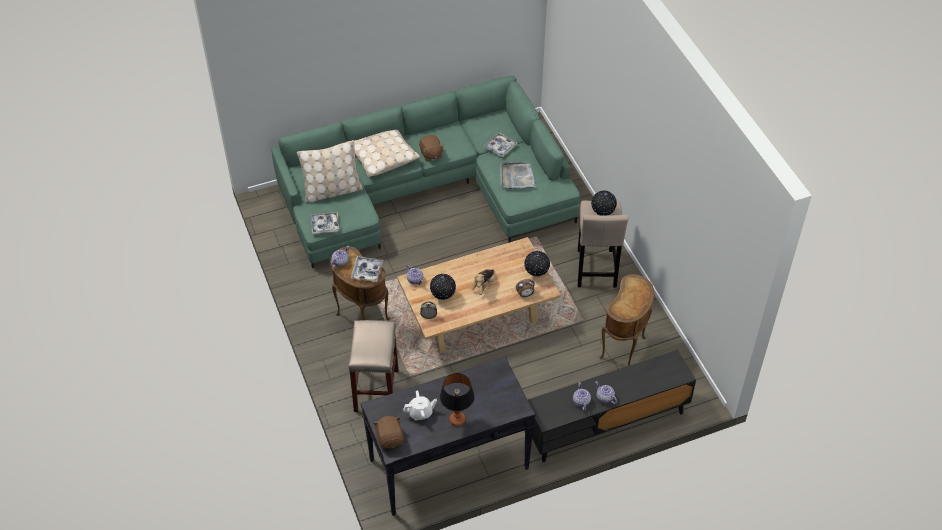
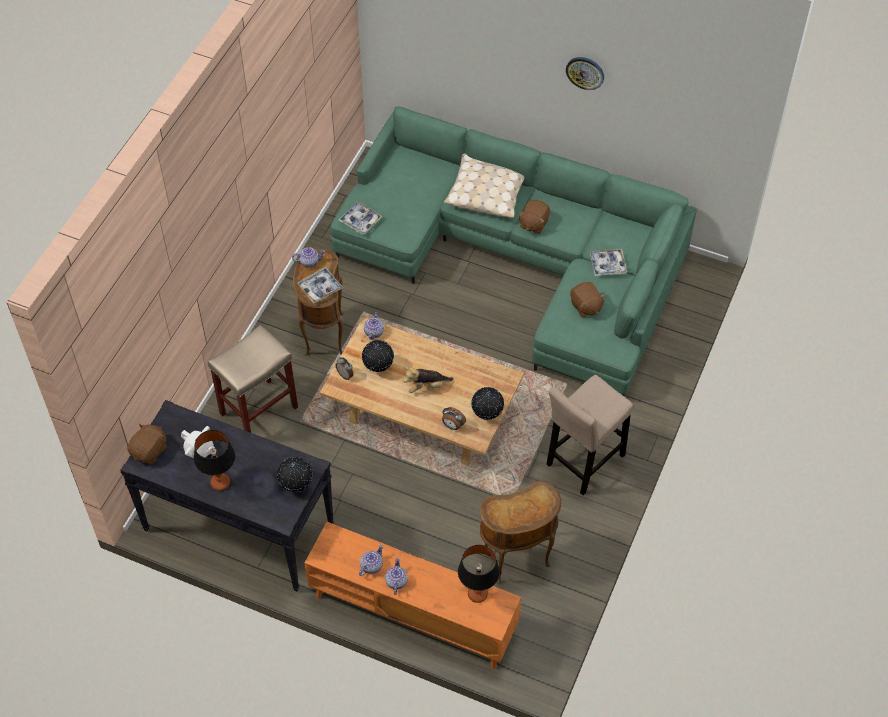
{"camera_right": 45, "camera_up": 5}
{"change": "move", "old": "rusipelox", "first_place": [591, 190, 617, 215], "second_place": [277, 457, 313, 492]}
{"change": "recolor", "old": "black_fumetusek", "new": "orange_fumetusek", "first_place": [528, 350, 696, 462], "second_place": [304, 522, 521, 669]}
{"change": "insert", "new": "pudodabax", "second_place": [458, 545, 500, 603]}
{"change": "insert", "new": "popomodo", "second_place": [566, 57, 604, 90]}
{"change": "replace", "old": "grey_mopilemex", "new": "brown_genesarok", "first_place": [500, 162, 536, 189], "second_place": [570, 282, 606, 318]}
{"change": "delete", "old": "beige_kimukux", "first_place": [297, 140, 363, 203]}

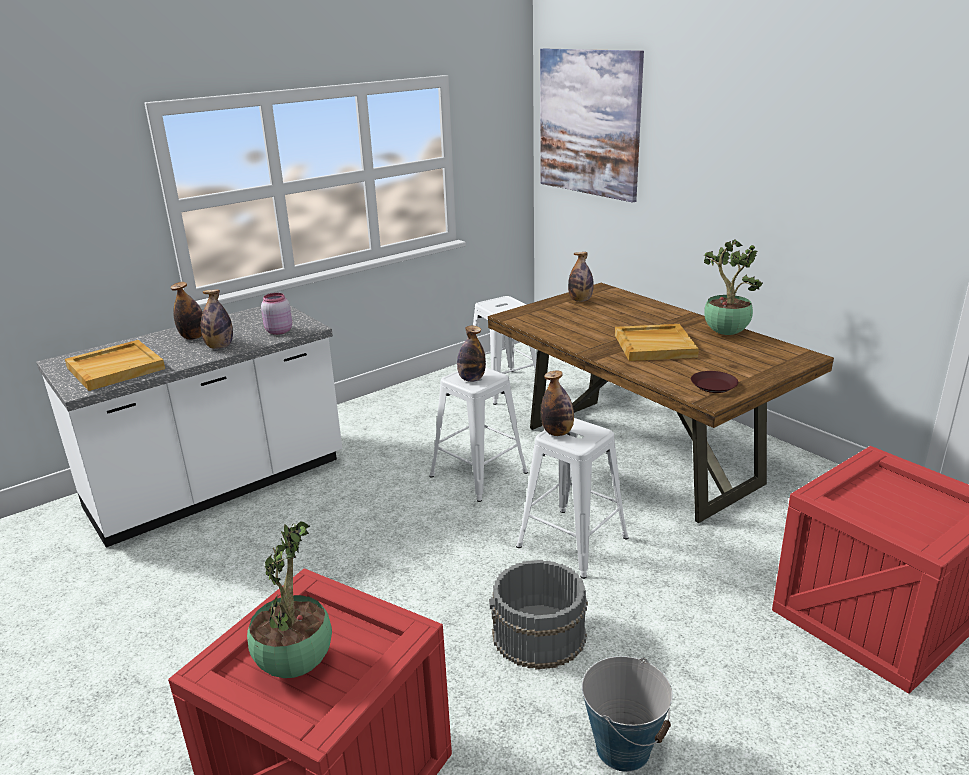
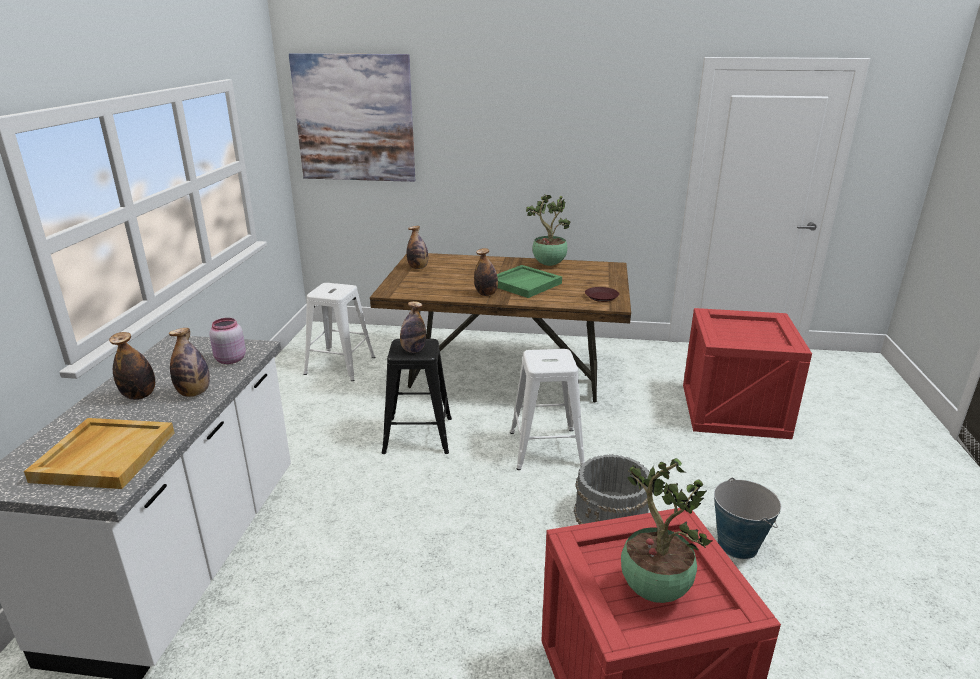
{"camera_right": -45, "camera_up": 0}
{"change": "recolor", "old": "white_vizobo", "new": "black_vizobo", "first_place": [429, 367, 528, 502], "second_place": [382, 339, 452, 454]}
{"change": "move", "old": "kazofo", "first_place": [541, 371, 574, 436], "second_place": [474, 248, 498, 296]}
{"change": "recolor", "old": "beige_mopilemex", "new": "green_mopilemex", "first_place": [615, 324, 699, 361], "second_place": [497, 265, 562, 298]}

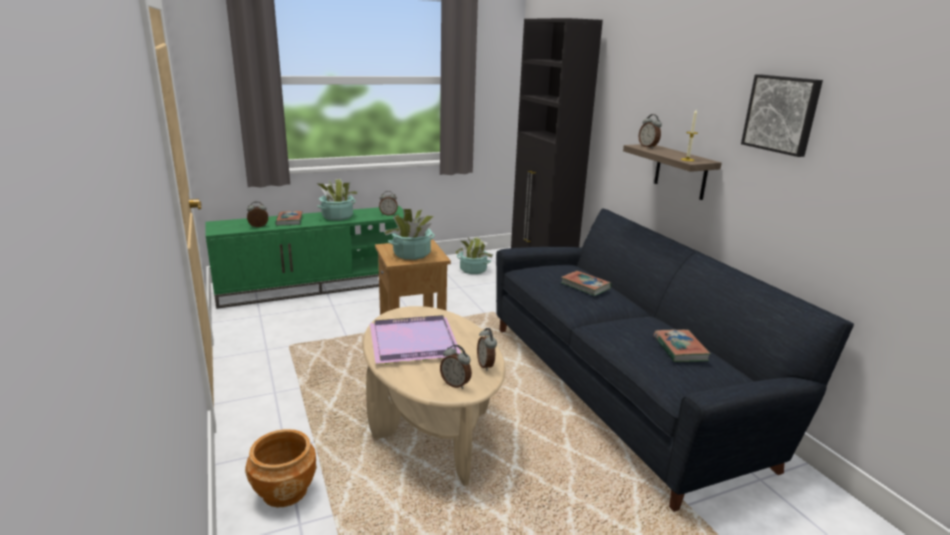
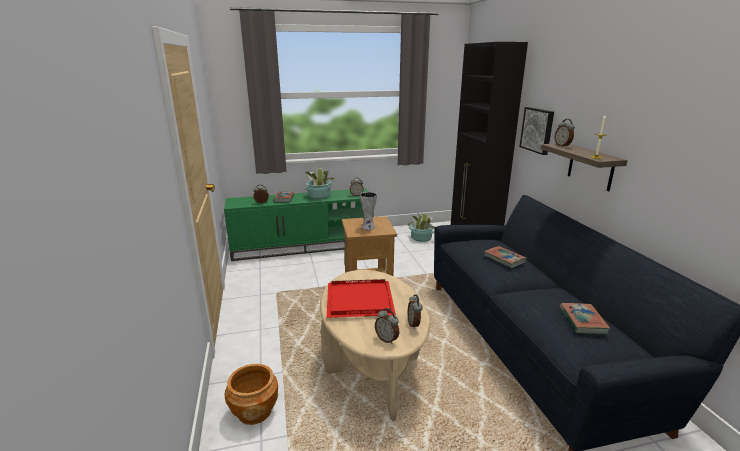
{"camera_right": 10, "camera_up": 0}
{"change": "recolor", "old": "purple_mopilemex", "new": "red_mopilemex", "first_place": [370, 315, 461, 364], "second_place": [327, 279, 396, 318]}
{"change": "replace", "old": "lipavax", "new": "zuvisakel", "first_place": [384, 209, 435, 260], "second_place": [360, 192, 377, 230]}
{"change": "move", "old": "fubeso", "first_place": [741, 74, 823, 157], "second_place": [519, 107, 554, 155]}

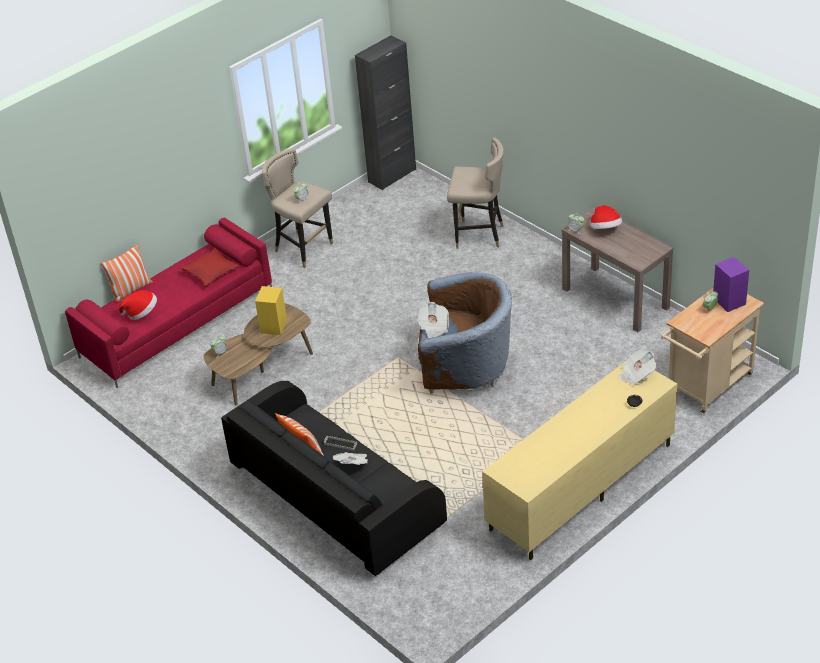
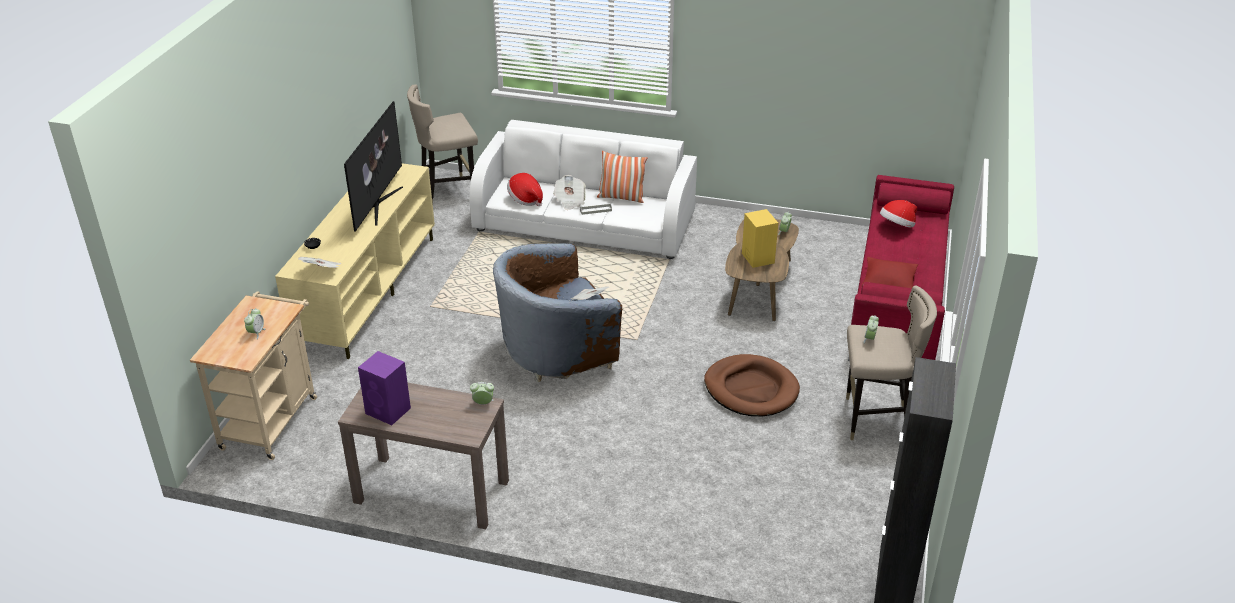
{"camera_right": 145, "camera_up": -5}
{"change": "insert", "new": "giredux", "second_place": [344, 101, 403, 232]}
{"change": "move", "old": "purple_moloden", "first_place": [713, 257, 749, 312], "second_place": [358, 351, 411, 425]}
{"change": "move", "old": "beige_vizobo", "first_place": [447, 137, 504, 249], "second_place": [407, 84, 478, 203]}
{"change": "recolor", "old": "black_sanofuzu", "new": "white_sanofuzu", "first_place": [221, 381, 447, 576], "second_place": [470, 120, 697, 259]}
{"change": "move", "old": "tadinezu", "first_place": [591, 205, 622, 229], "second_place": [507, 173, 543, 206]}
{"change": "insert", "new": "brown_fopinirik", "second_place": [704, 354, 800, 416]}
{"change": "delete", "old": "kimukux", "first_place": [101, 244, 153, 303]}

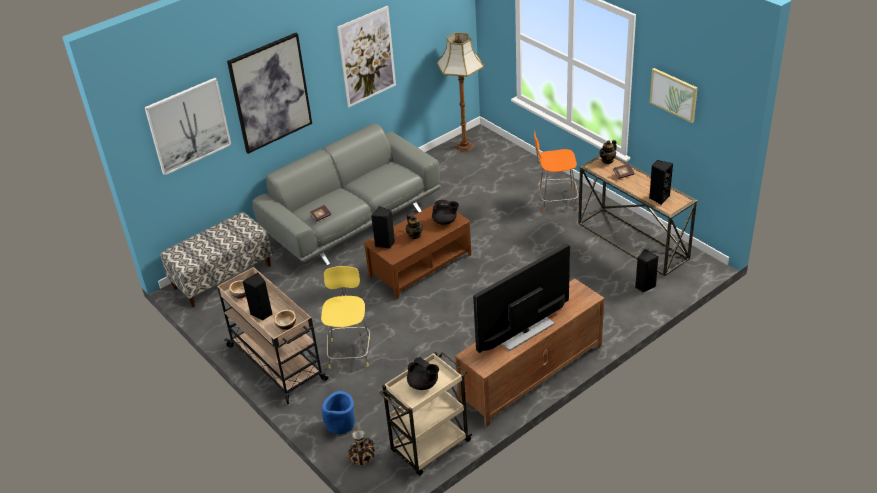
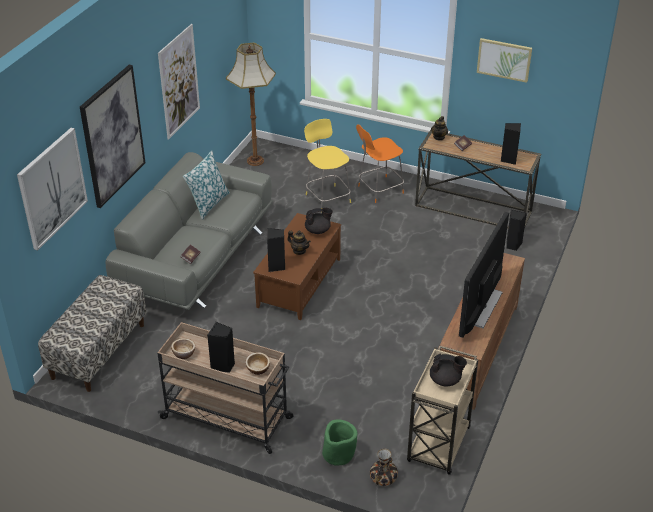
{"camera_right": -30, "camera_up": 0}
{"change": "insert", "new": "kimukux", "second_place": [183, 150, 230, 220]}
{"change": "move", "old": "yellow_vizobo", "first_place": [321, 266, 370, 369], "second_place": [304, 119, 351, 209]}
{"change": "recolor", "old": "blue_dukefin", "new": "green_dukefin", "first_place": [322, 391, 355, 434], "second_place": [322, 419, 357, 466]}

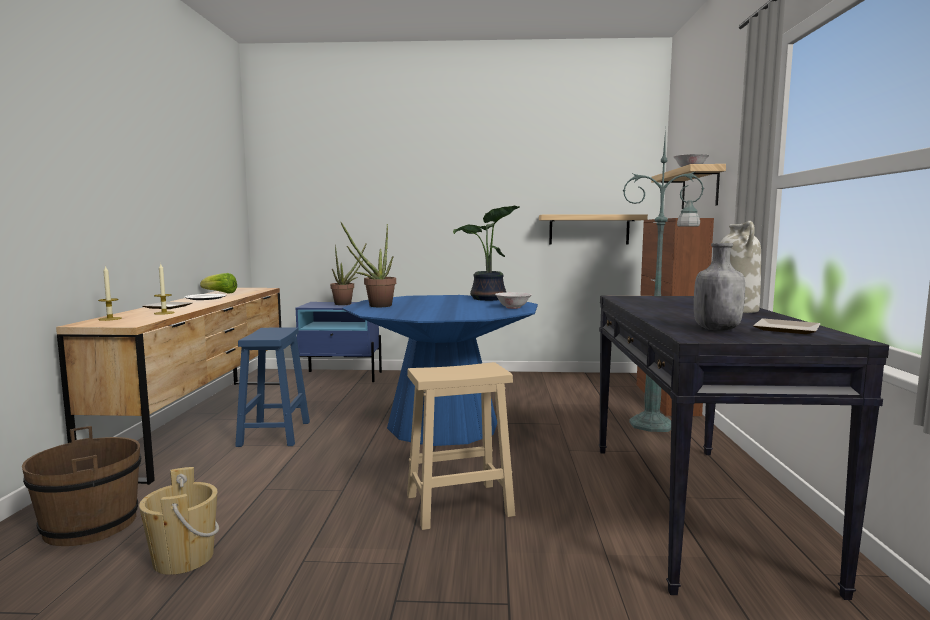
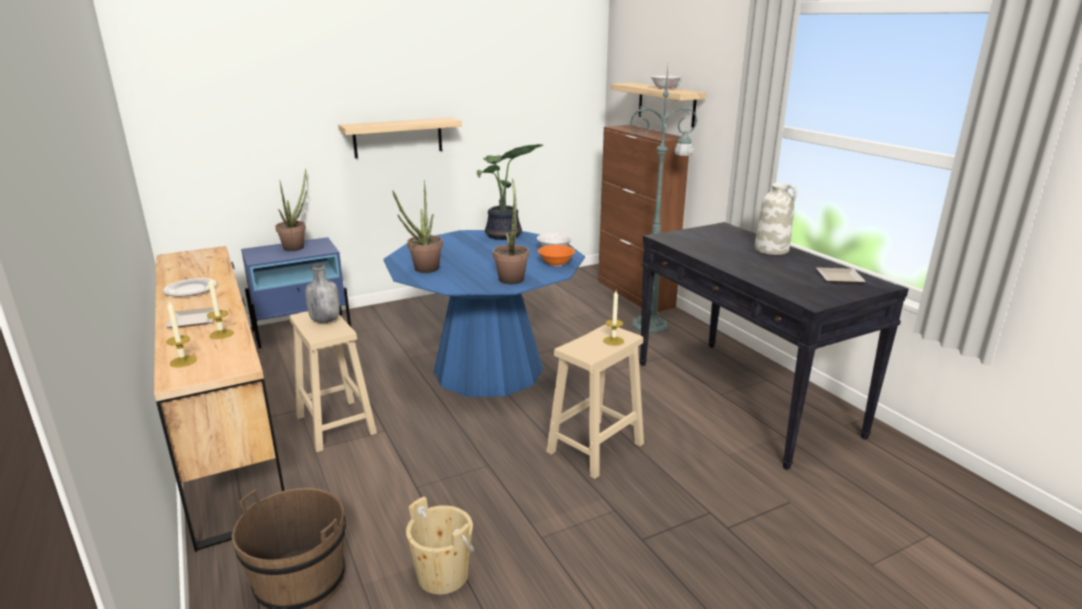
{"camera_right": -30, "camera_up": 15}
{"change": "recolor", "old": "blue_vizobo", "new": "beige_vizobo", "first_place": [235, 327, 310, 447], "second_place": [290, 311, 377, 452]}
{"change": "move", "old": "grey_kazofo", "first_place": [694, 243, 745, 331], "second_place": [305, 264, 340, 323]}
{"change": "move", "old": "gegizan", "first_place": [539, 214, 648, 245], "second_place": [338, 117, 462, 158]}
{"change": "insert", "new": "lipavax", "second_place": [493, 178, 529, 284]}
{"change": "insert", "new": "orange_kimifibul", "second_place": [538, 245, 576, 266]}
{"change": "insert", "new": "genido", "second_place": [603, 291, 624, 346]}
{"change": "delete", "old": "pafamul", "first_place": [200, 273, 237, 293]}

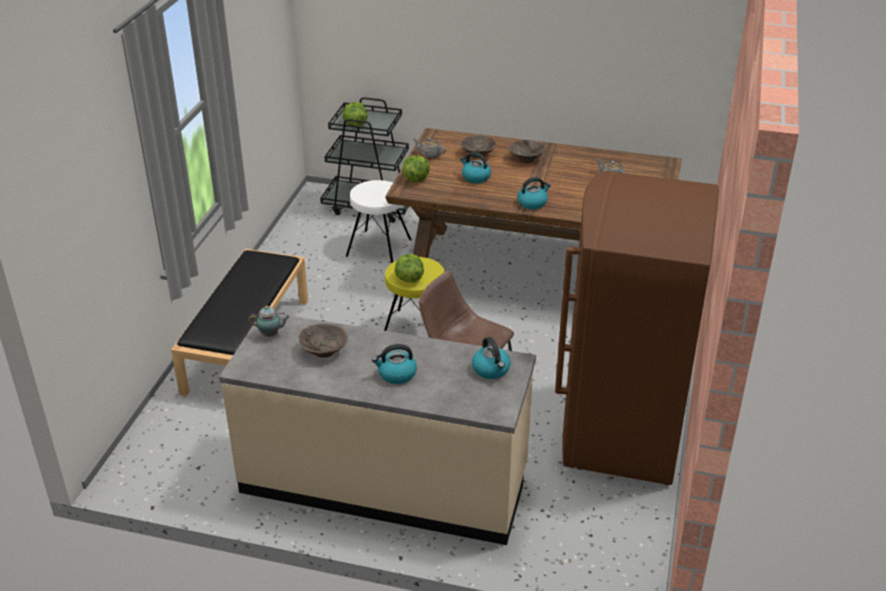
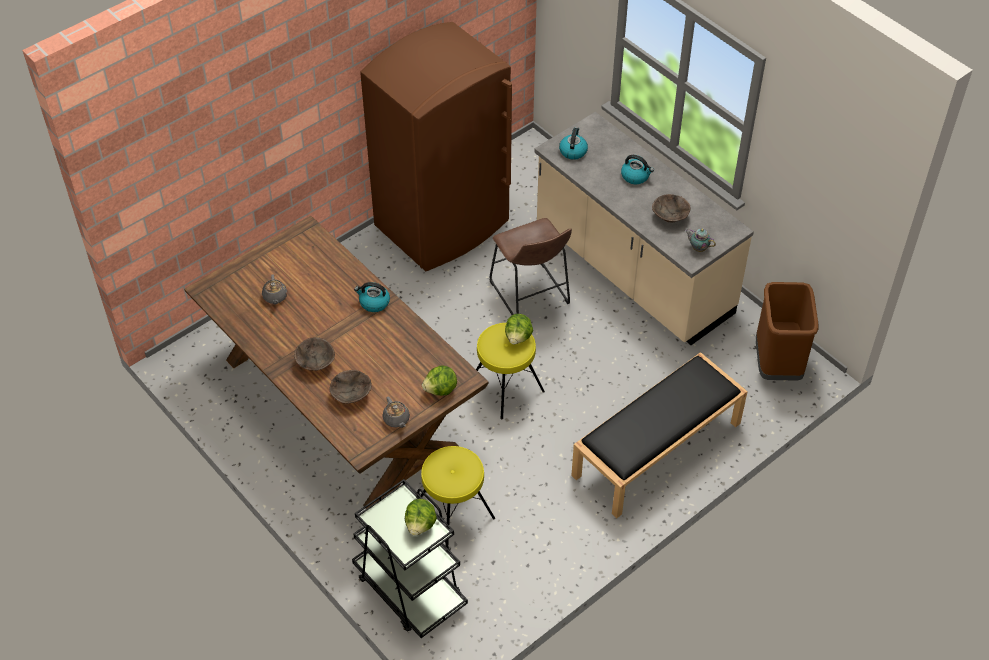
{"camera_right": -145, "camera_up": 15}
{"change": "recolor", "old": "white_vizobo", "new": "yellow_vizobo", "first_place": [346, 180, 411, 263], "second_place": [420, 446, 495, 546]}
{"change": "insert", "new": "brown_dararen", "second_place": [756, 282, 818, 381]}
{"change": "delete", "old": "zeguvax", "first_place": [460, 152, 491, 183]}

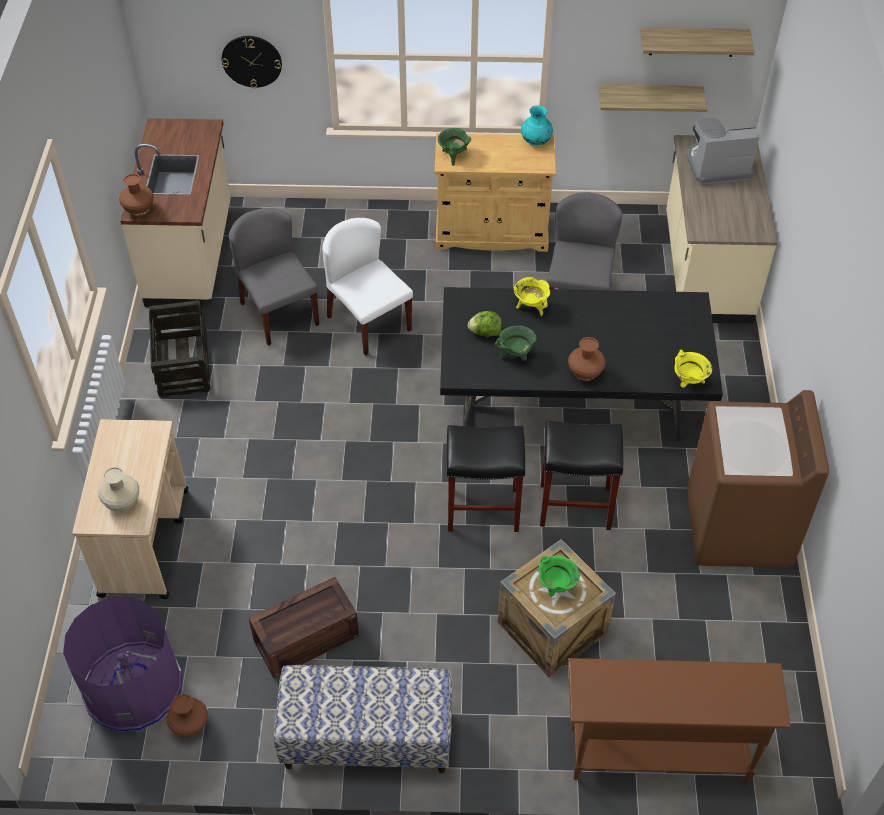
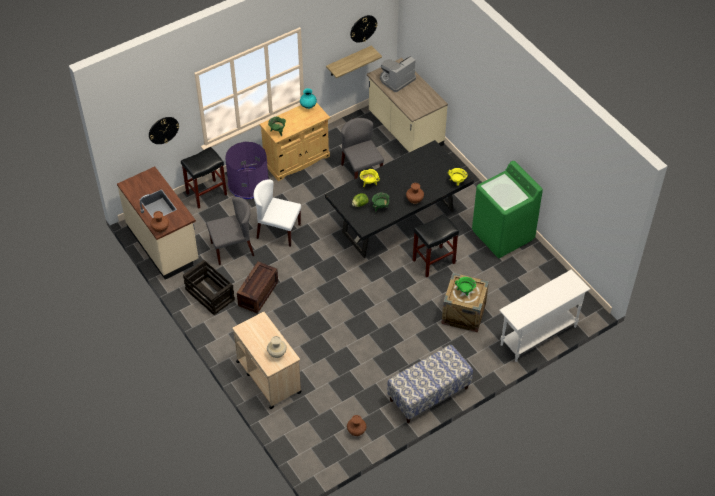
{"camera_right": -35, "camera_up": 0}
{"change": "move", "old": "black_vizobo", "first_place": [447, 425, 525, 532], "second_place": [181, 147, 227, 209]}
{"change": "rotate", "old": "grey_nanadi", "first_place": [229, 208, 319, 346], "second_place": [206, 197, 254, 265], "degrees": 135}
{"change": "move", "old": "purple_dararen", "first_place": [63, 597, 182, 732], "second_place": [225, 142, 269, 199]}
{"change": "move", "old": "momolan", "first_place": [248, 577, 359, 678], "second_place": [237, 261, 278, 314]}
{"change": "replace", "old": "gegizan", "new": "popomodo", "first_place": [640, 27, 755, 57], "second_place": [350, 15, 378, 43]}
{"change": "recolor", "old": "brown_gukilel", "new": "green_gukilel", "first_place": [687, 390, 829, 568], "second_place": [472, 161, 543, 258]}
{"change": "recolor", "old": "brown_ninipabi", "new": "white_ninipabi", "first_place": [568, 658, 791, 784], "second_place": [499, 269, 590, 362]}

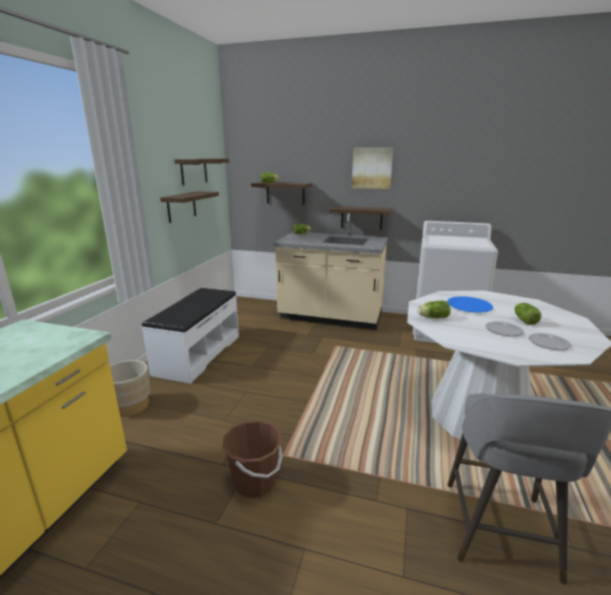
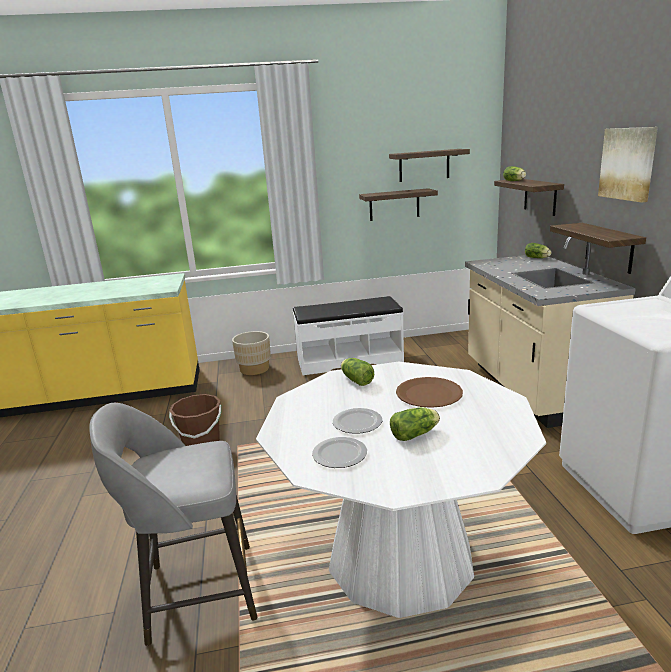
{"camera_right": 65, "camera_up": 0}
{"change": "recolor", "old": "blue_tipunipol", "new": "brown_tipunipol", "first_place": [447, 296, 493, 313], "second_place": [396, 377, 463, 408]}

